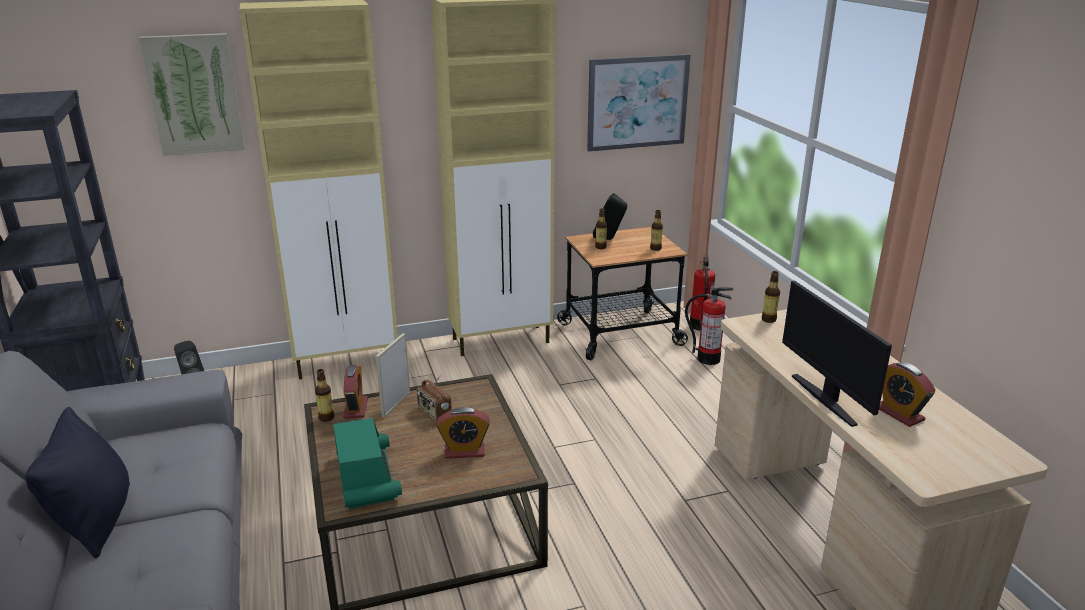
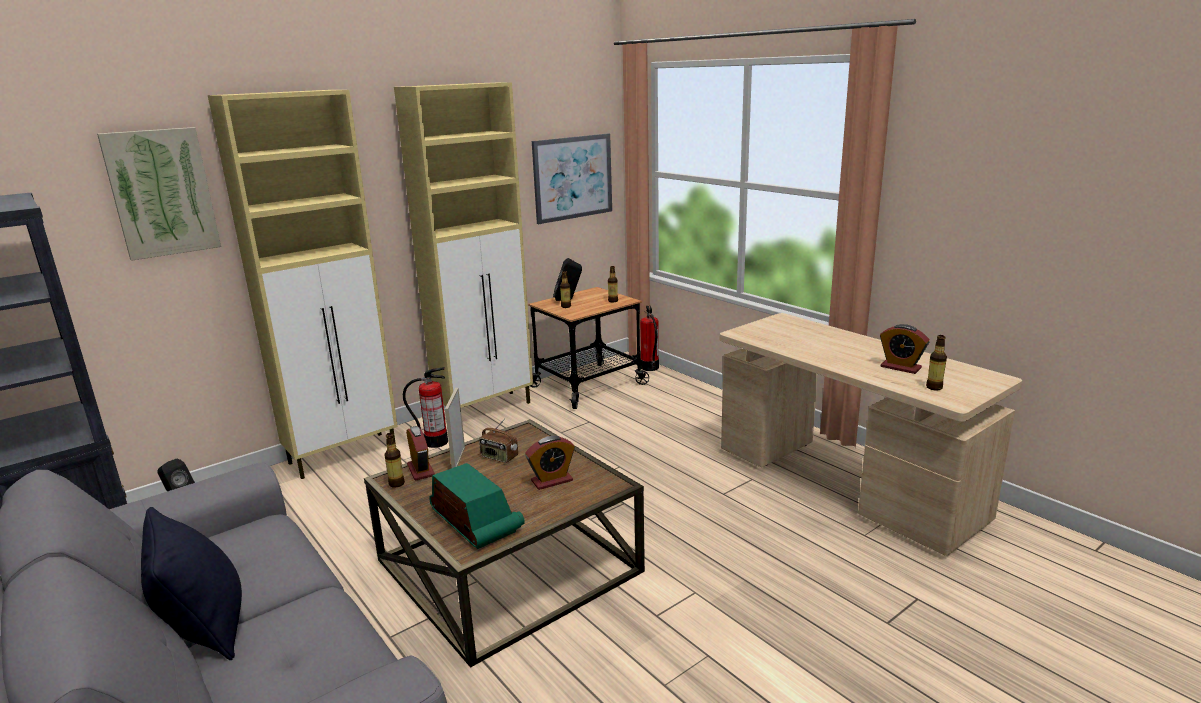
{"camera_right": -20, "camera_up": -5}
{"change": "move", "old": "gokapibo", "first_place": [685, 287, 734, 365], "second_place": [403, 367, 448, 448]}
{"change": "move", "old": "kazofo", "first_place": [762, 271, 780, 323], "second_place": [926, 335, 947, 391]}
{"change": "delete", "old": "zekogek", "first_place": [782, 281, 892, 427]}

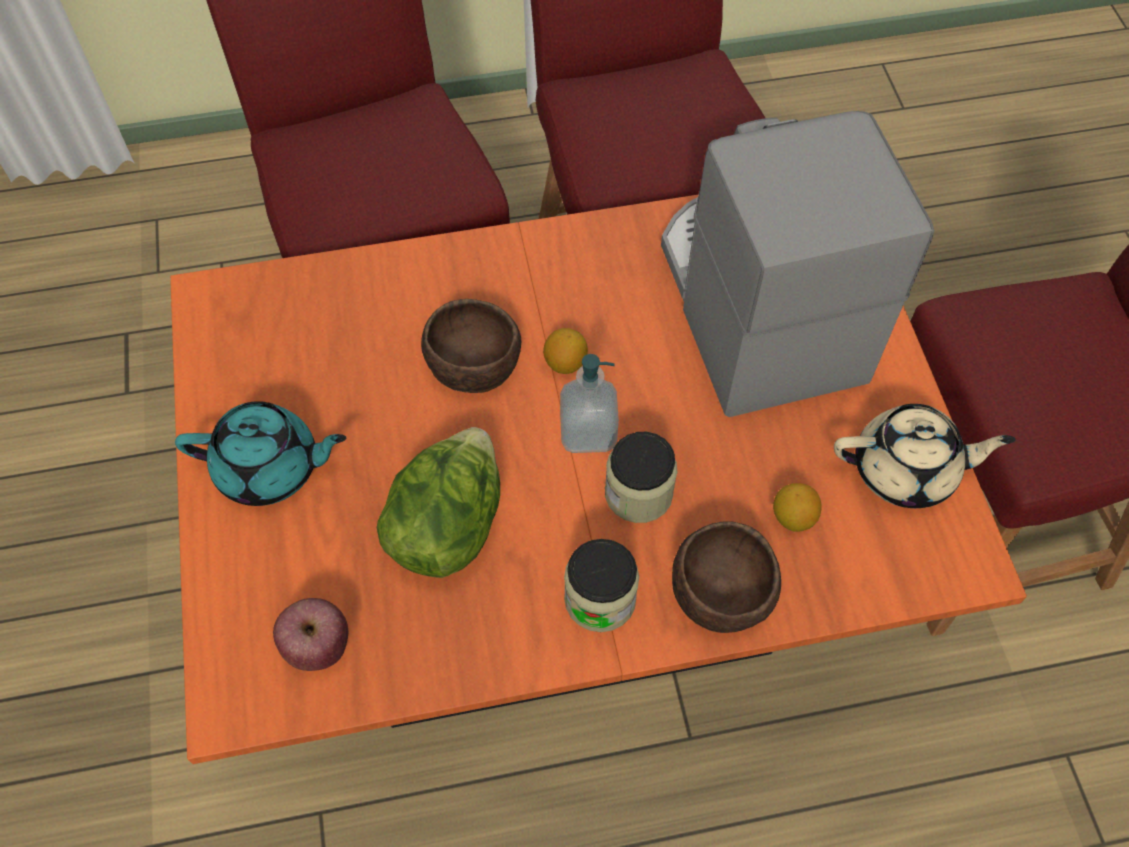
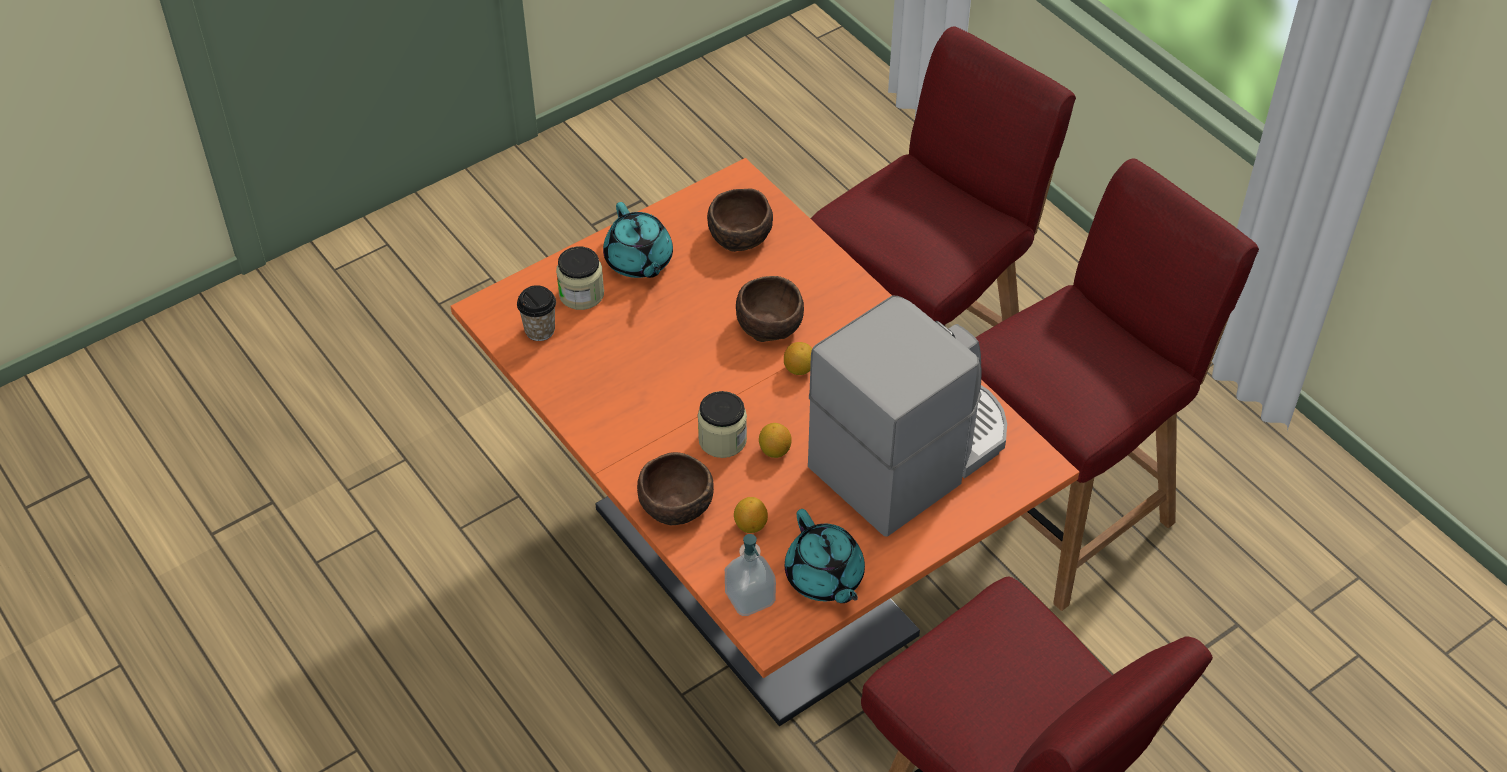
{"camera_right": 65, "camera_up": -10}
{"change": "replace", "old": "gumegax", "new": "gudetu", "first_place": [273, 598, 348, 671], "second_place": [517, 285, 556, 341]}
{"change": "move", "old": "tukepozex", "first_place": [564, 539, 639, 632], "second_place": [556, 246, 604, 310]}
{"change": "insert", "new": "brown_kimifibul", "second_place": [707, 189, 773, 252]}
{"change": "move", "old": "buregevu", "first_place": [560, 354, 619, 453], "second_place": [725, 534, 776, 616]}
{"change": "insert", "new": "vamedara", "second_place": [759, 423, 792, 458]}
{"change": "recolor", "old": "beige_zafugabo", "new": "turquoise_zafugabo", "first_place": [834, 404, 1015, 508], "second_place": [785, 509, 865, 603]}
{"change": "delete", "old": "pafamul", "first_place": [377, 427, 500, 578]}

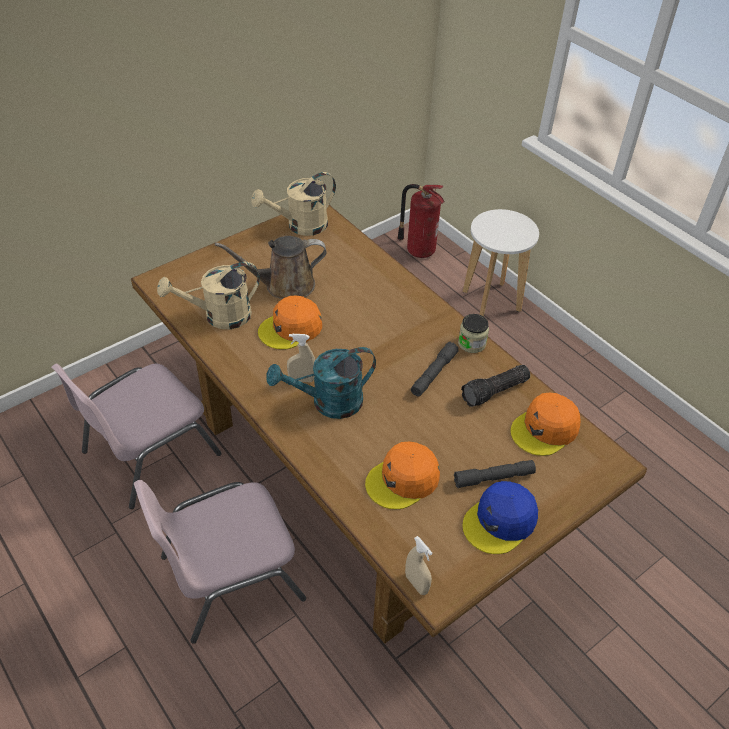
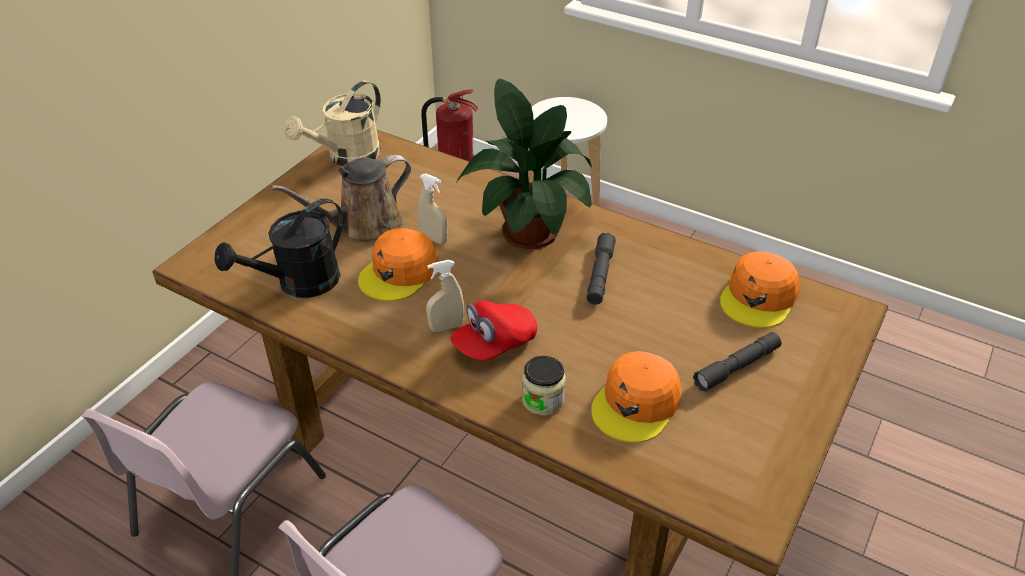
{"camera_right": -20, "camera_up": -5}
{"change": "recolor", "old": "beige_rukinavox", "new": "black_rukinavox", "first_place": [157, 262, 260, 329], "second_place": [215, 198, 343, 298]}
{"change": "move", "old": "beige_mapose", "first_place": [405, 536, 432, 595], "second_place": [418, 173, 448, 244]}
{"change": "replace", "old": "turquoise_rukinavox", "new": "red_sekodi", "first_place": [266, 347, 376, 419], "second_place": [451, 301, 537, 361]}
{"change": "insert", "new": "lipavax", "second_place": [457, 79, 592, 249]}
{"change": "move", "old": "tukepozex", "first_place": [458, 314, 489, 353], "second_place": [522, 356, 566, 416]}
{"change": "delete", "old": "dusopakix", "first_place": [461, 365, 530, 407]}
{"change": "delete", "old": "blue_sekodi", "first_place": [462, 481, 538, 554]}

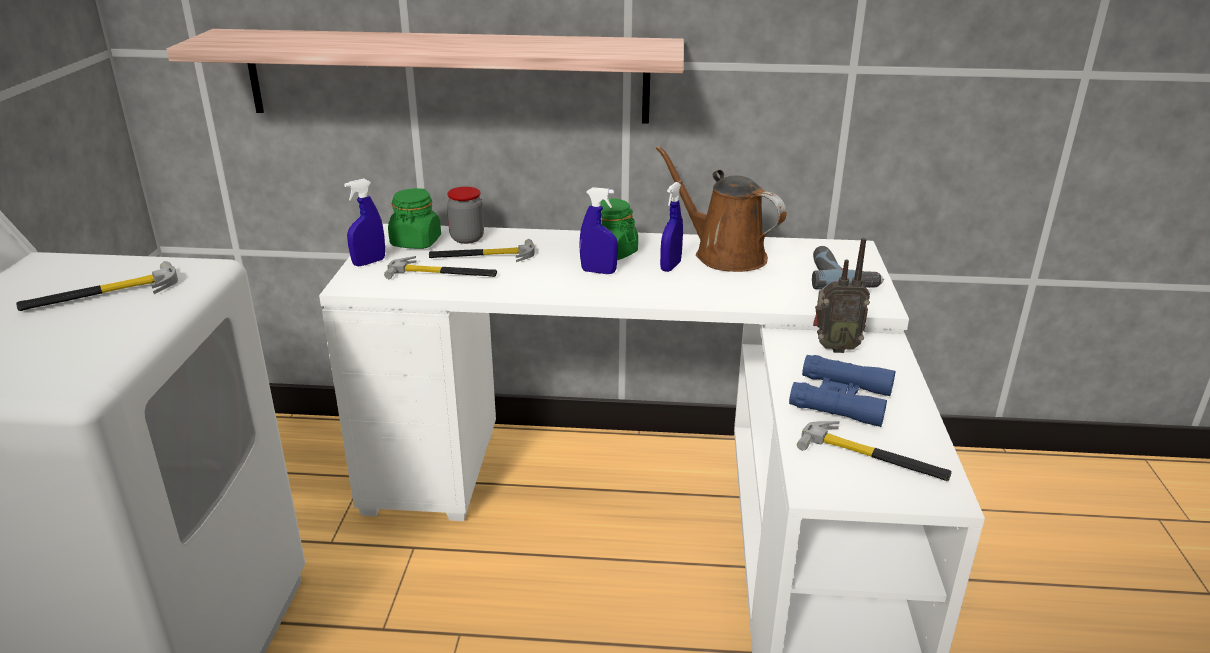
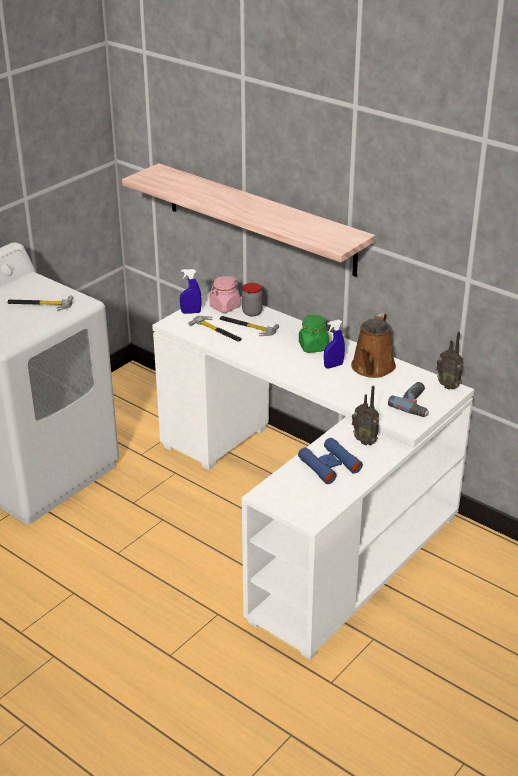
{"camera_right": 35, "camera_up": 5}
{"change": "recolor", "old": "green_tukepozex", "new": "pink_tukepozex", "first_place": [388, 188, 441, 249], "second_place": [209, 276, 241, 313]}
{"change": "rotate", "old": "brown_rukinavox", "first_place": [656, 146, 786, 272], "second_place": [351, 313, 396, 378], "degrees": -150}
{"change": "insert", "new": "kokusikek", "second_place": [436, 332, 463, 390]}
{"change": "delete", "old": "blue_mapose", "first_place": [579, 187, 618, 274]}
{"change": "delete", "old": "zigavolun", "first_place": [797, 421, 952, 481]}

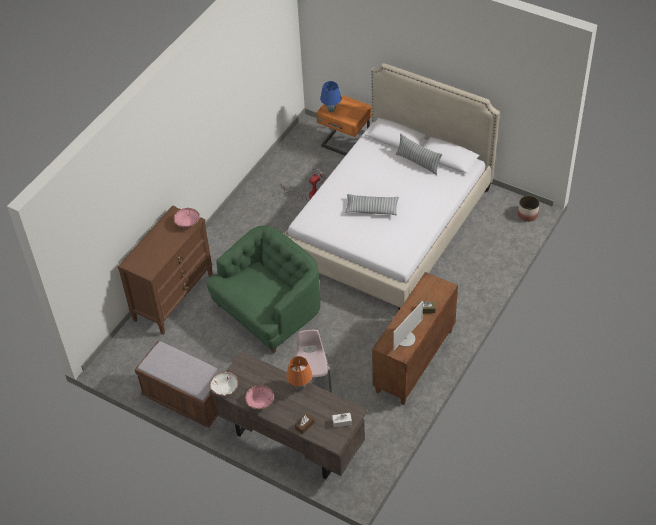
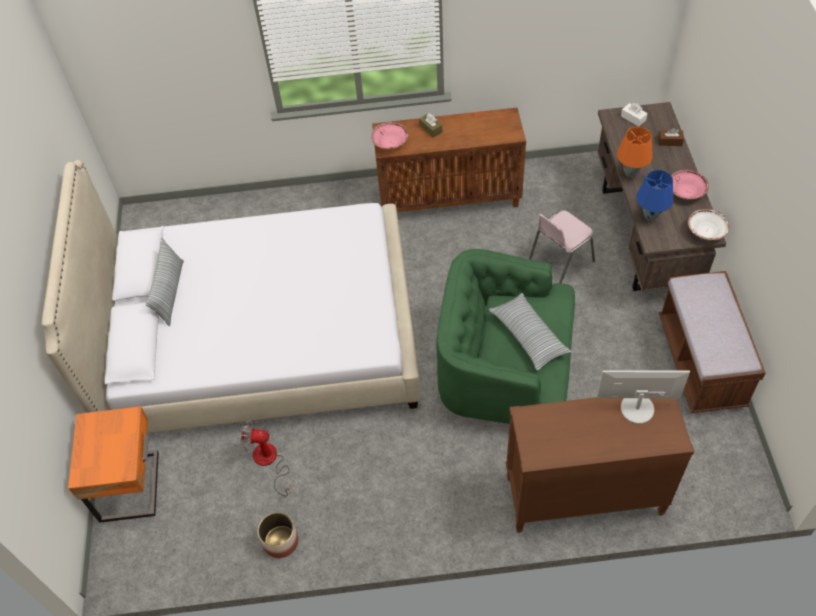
{"camera_right": -125, "camera_up": 5}
{"change": "move", "old": "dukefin", "first_place": [518, 195, 540, 222], "second_place": [258, 512, 298, 558]}
{"change": "move", "old": "pink_kimifibul", "first_place": [173, 208, 200, 227], "second_place": [371, 122, 409, 149]}
{"change": "move", "old": "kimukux", "first_place": [345, 194, 399, 215], "second_place": [489, 293, 571, 371]}
{"change": "move", "old": "zekogek", "first_place": [393, 301, 423, 350], "second_place": [597, 370, 690, 424]}
{"change": "move", "old": "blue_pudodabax", "first_place": [320, 81, 342, 112], "second_place": [636, 170, 673, 221]}

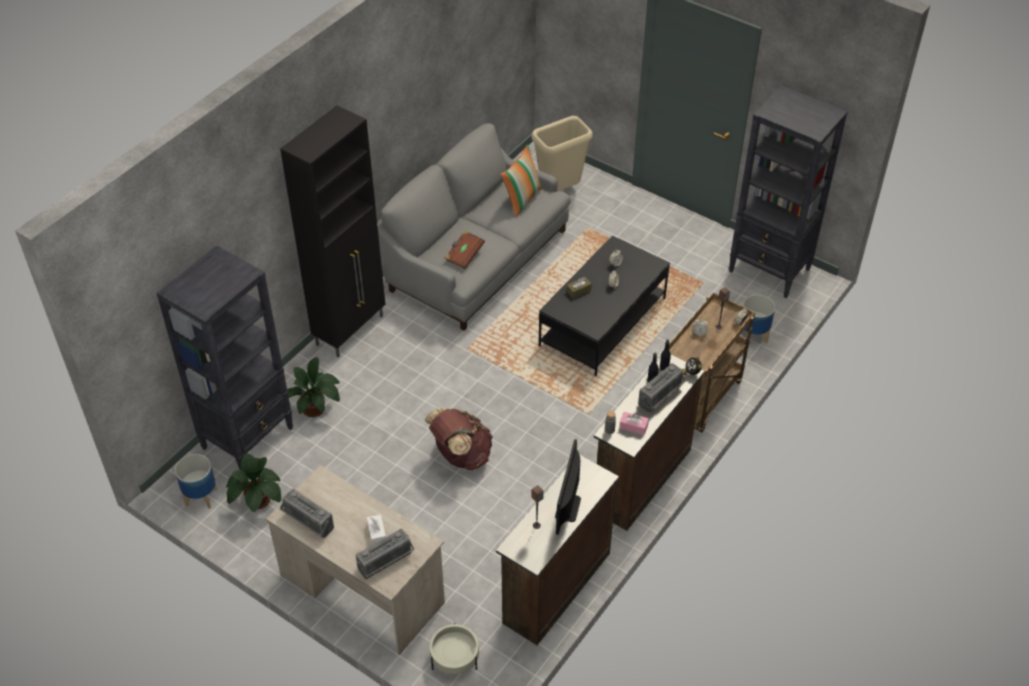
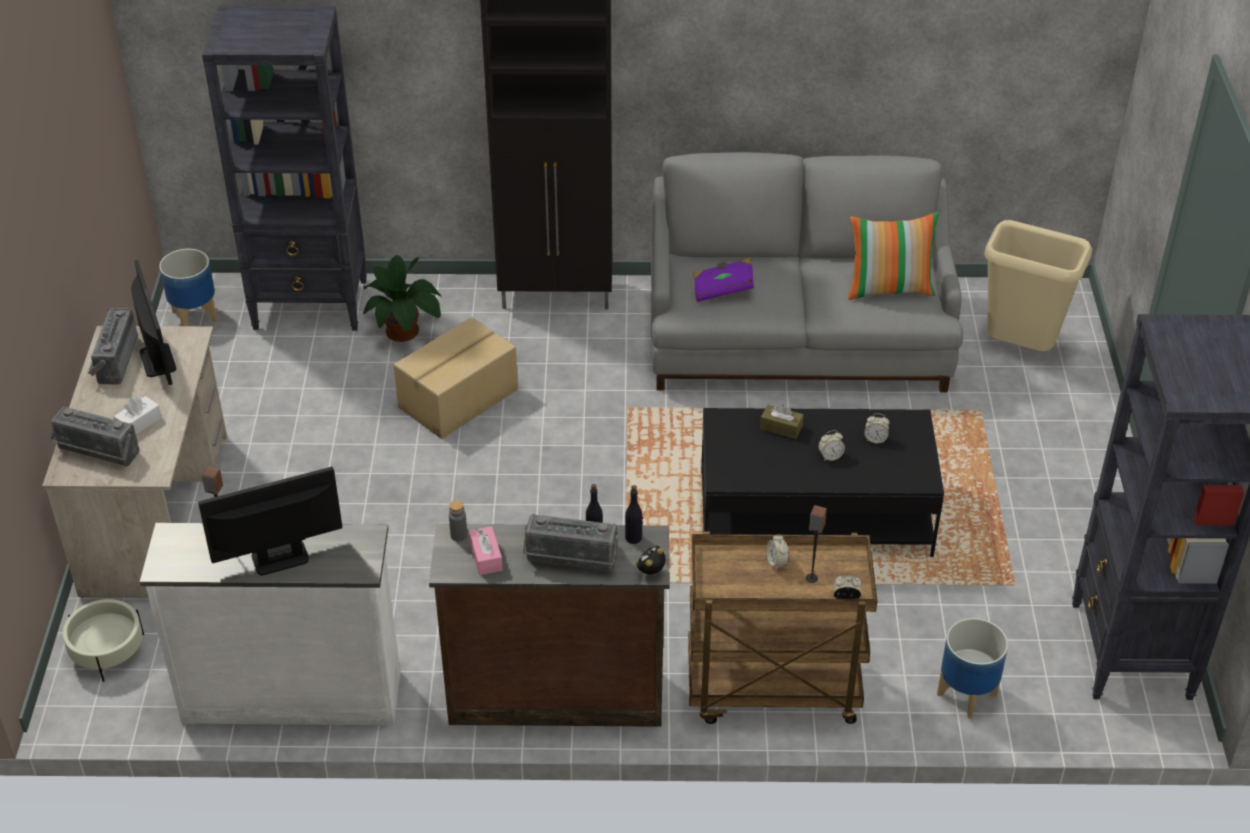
{"camera_right": 55, "camera_up": -5}
{"change": "insert", "new": "zekogek", "second_place": [131, 260, 176, 385]}
{"change": "recolor", "old": "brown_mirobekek", "new": "white_mirobekek", "first_place": [496, 454, 619, 645], "second_place": [140, 523, 400, 725]}
{"change": "insert", "new": "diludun", "second_place": [393, 317, 518, 439]}
{"change": "recolor", "old": "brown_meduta", "new": "purple_meduta", "first_place": [445, 230, 485, 269], "second_place": [694, 258, 754, 302]}
{"change": "delete", "old": "lipavax", "first_place": [226, 453, 281, 512]}
{"change": "delete", "old": "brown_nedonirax", "first_place": [424, 408, 493, 470]}

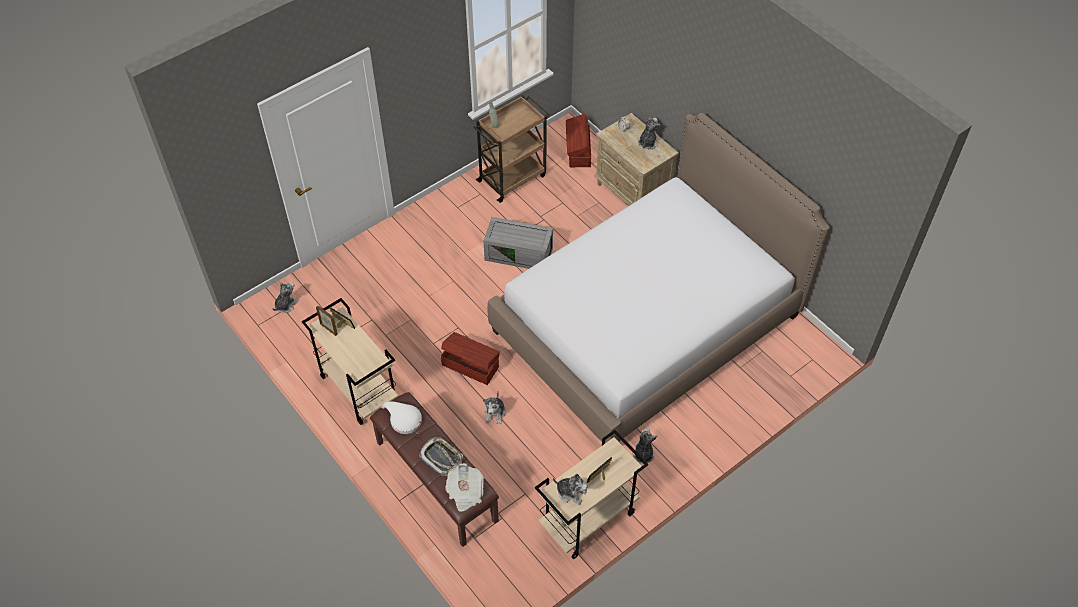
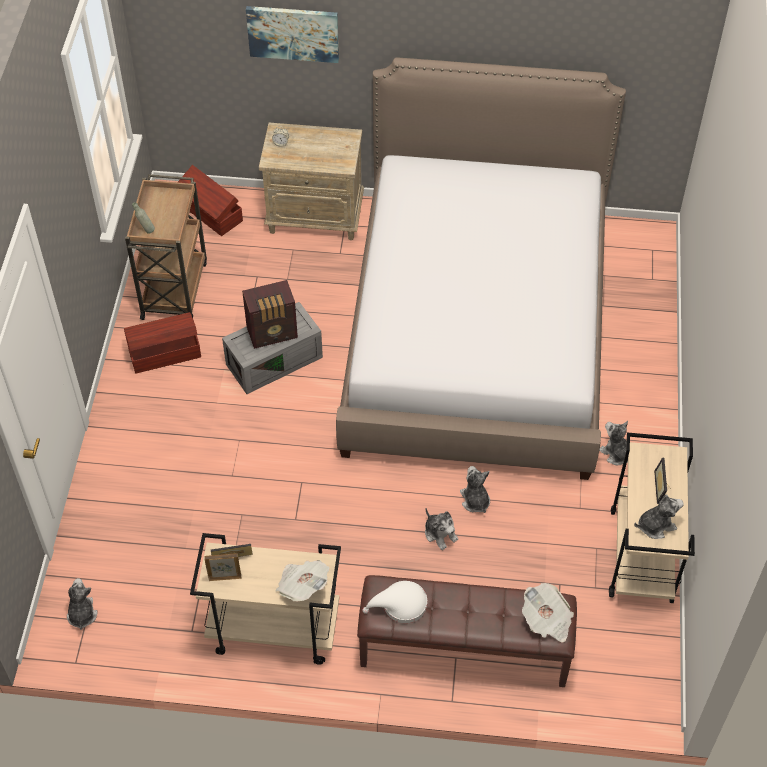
{"camera_right": -45, "camera_up": 0}
{"change": "move", "old": "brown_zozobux", "first_place": [441, 332, 500, 385], "second_place": [124, 312, 201, 373]}
{"change": "insert", "new": "kokusikek", "second_place": [242, 280, 298, 349]}
{"change": "insert", "new": "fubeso", "second_place": [246, 6, 339, 63]}
{"change": "insert", "new": "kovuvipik", "second_place": [276, 560, 330, 601]}
{"change": "move", "old": "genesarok", "first_place": [638, 118, 661, 150], "second_place": [460, 466, 490, 513]}
{"change": "delete", "old": "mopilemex", "first_place": [419, 437, 463, 476]}

